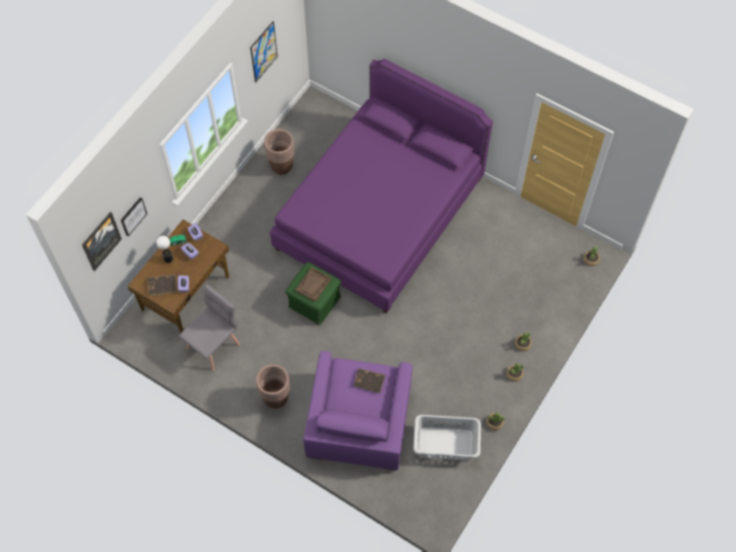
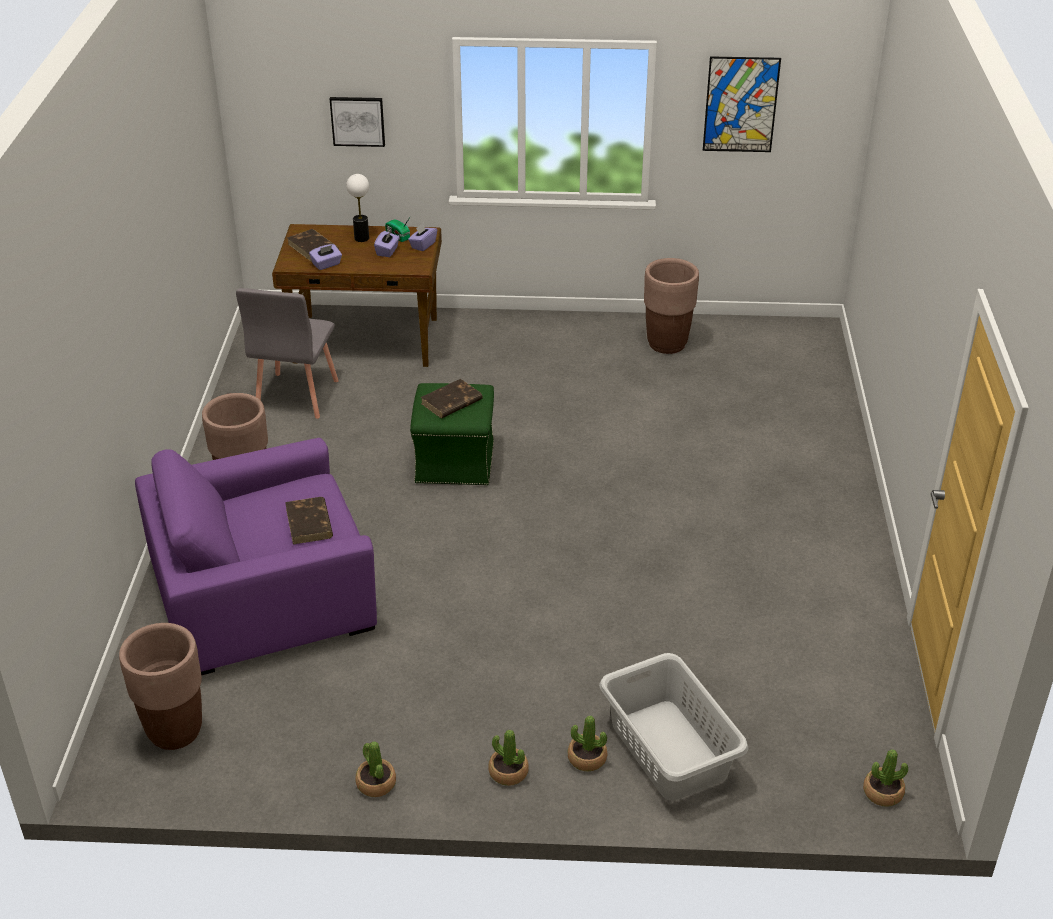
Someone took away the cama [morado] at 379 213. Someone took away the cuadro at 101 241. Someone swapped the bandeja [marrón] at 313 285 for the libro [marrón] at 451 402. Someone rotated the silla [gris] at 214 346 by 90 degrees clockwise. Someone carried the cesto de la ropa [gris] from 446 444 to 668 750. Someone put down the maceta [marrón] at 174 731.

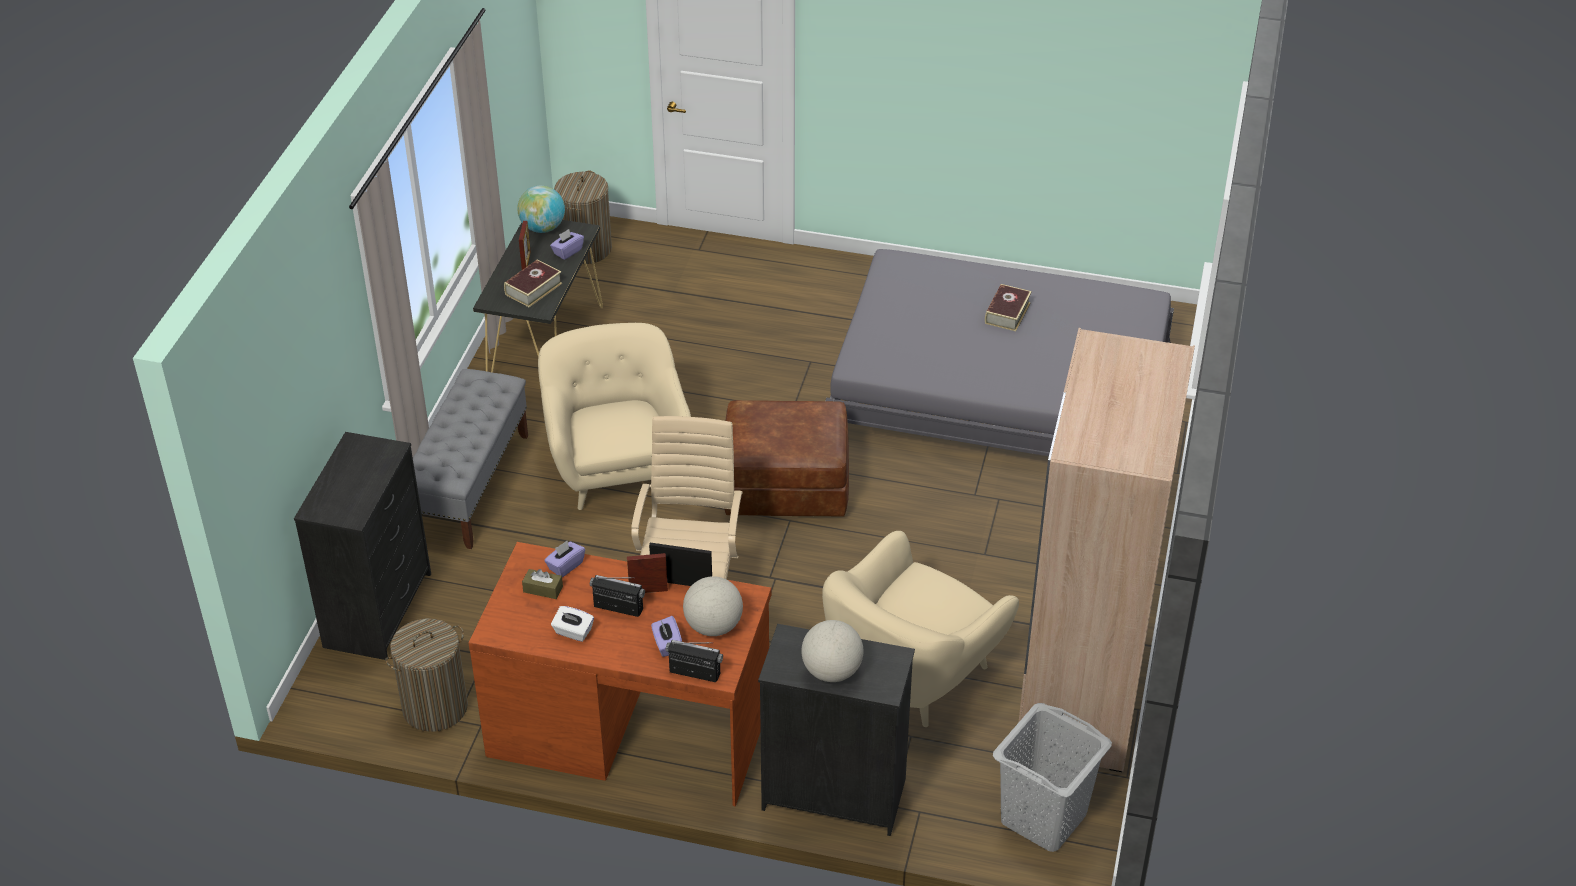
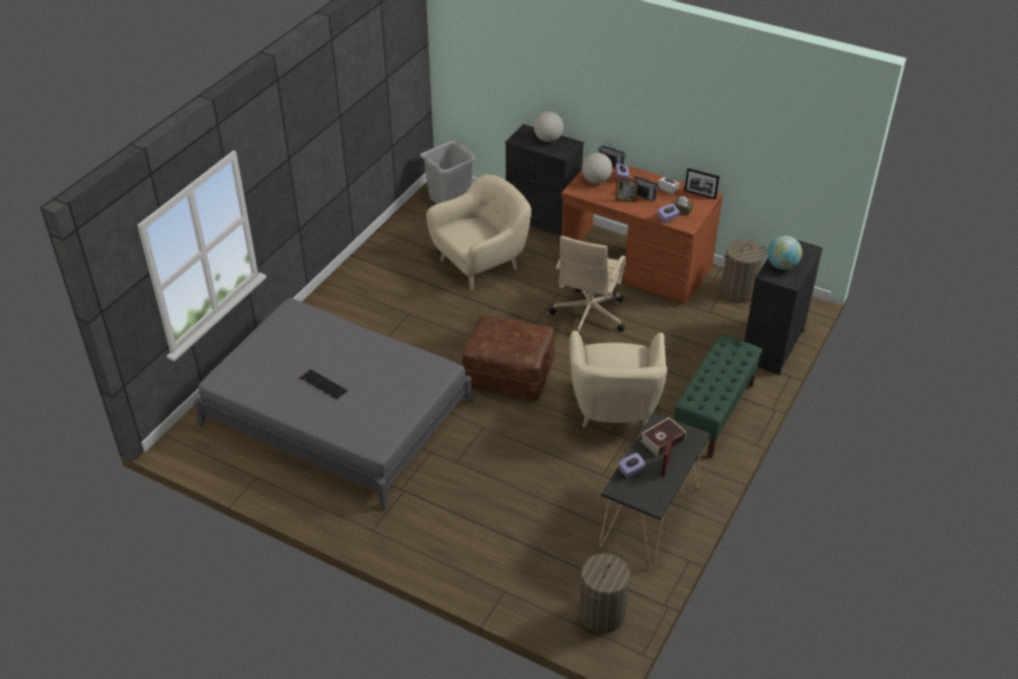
Someone carried the globo terráqueo from 543 228 to 782 265. Someone swapped the libro at 1007 313 for the teclado at 322 384. Someone took away the armario ropero [beis] at 1082 692. Someone repainted the banco [gris] at 471 485, which became the banco [verde] at 713 413. Someone carried the portarretratos from 681 583 to 700 194.

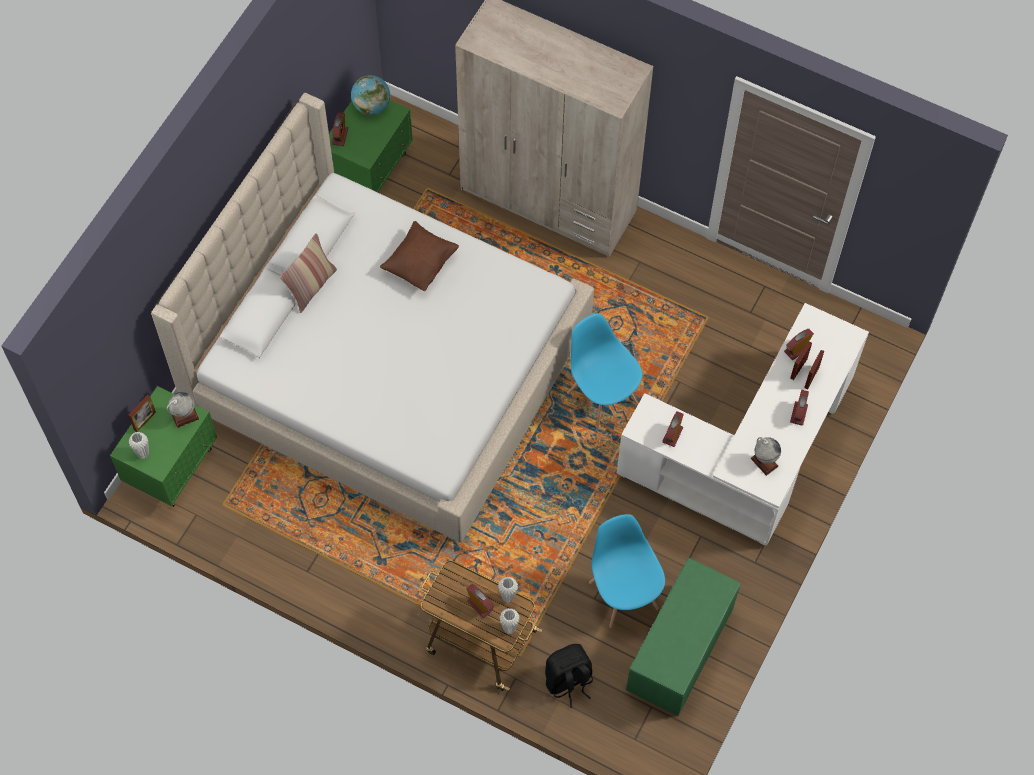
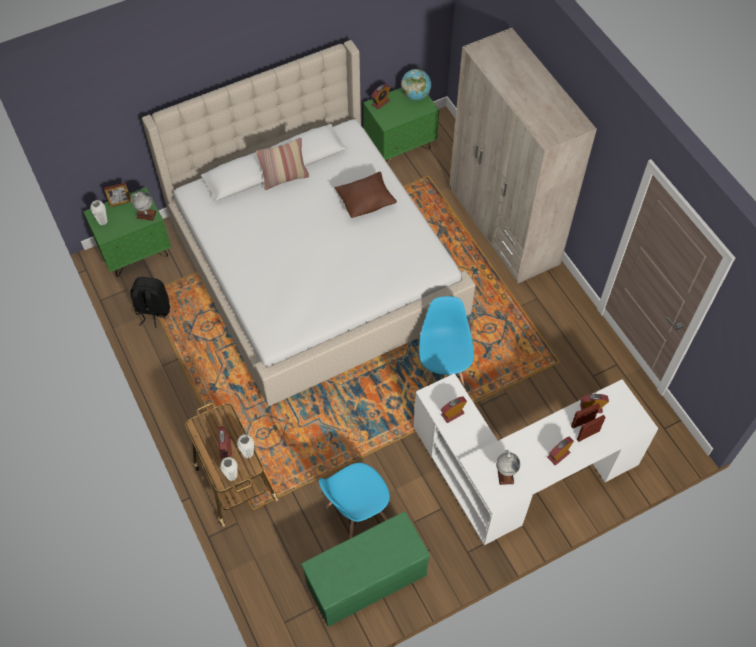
Someone rotated the silla [azul] at 623 594 by 135 degrees counterclockwise. Someone carried the mochila [negro] from 568 681 to 152 311.

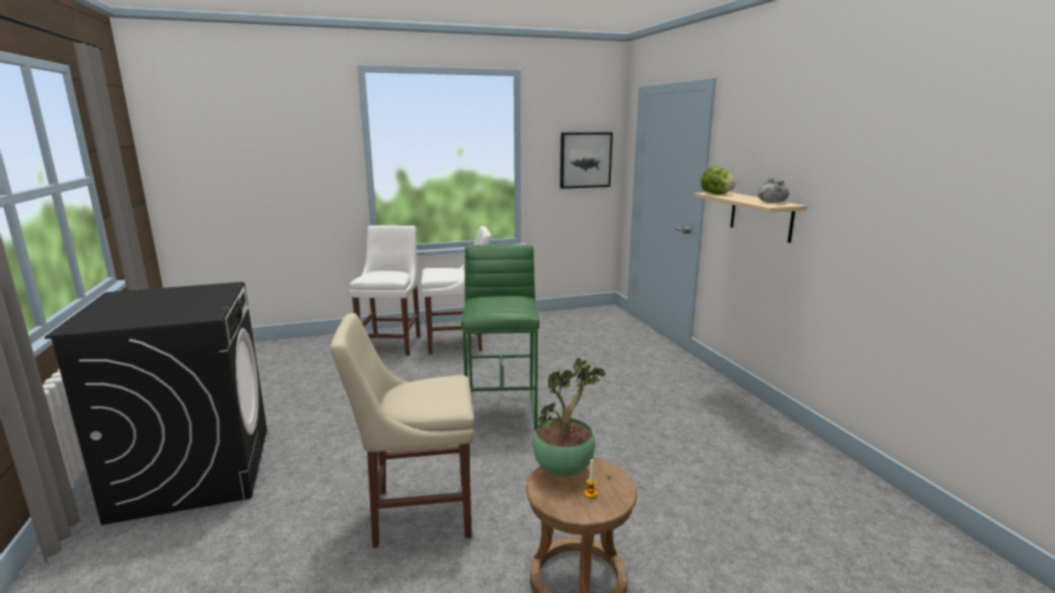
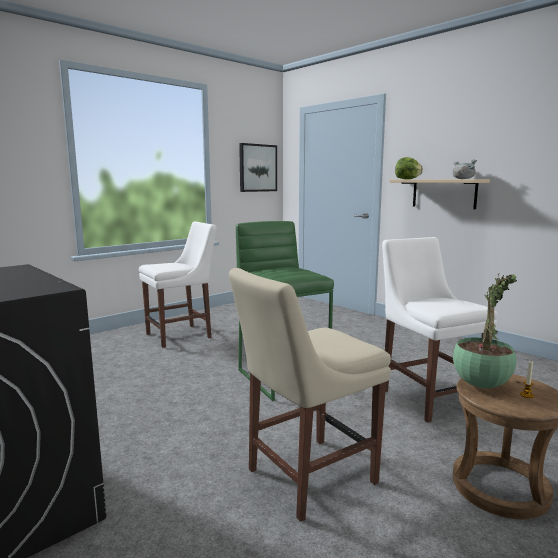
Someone carried the silla [blanco] from 392 343 to 427 397.

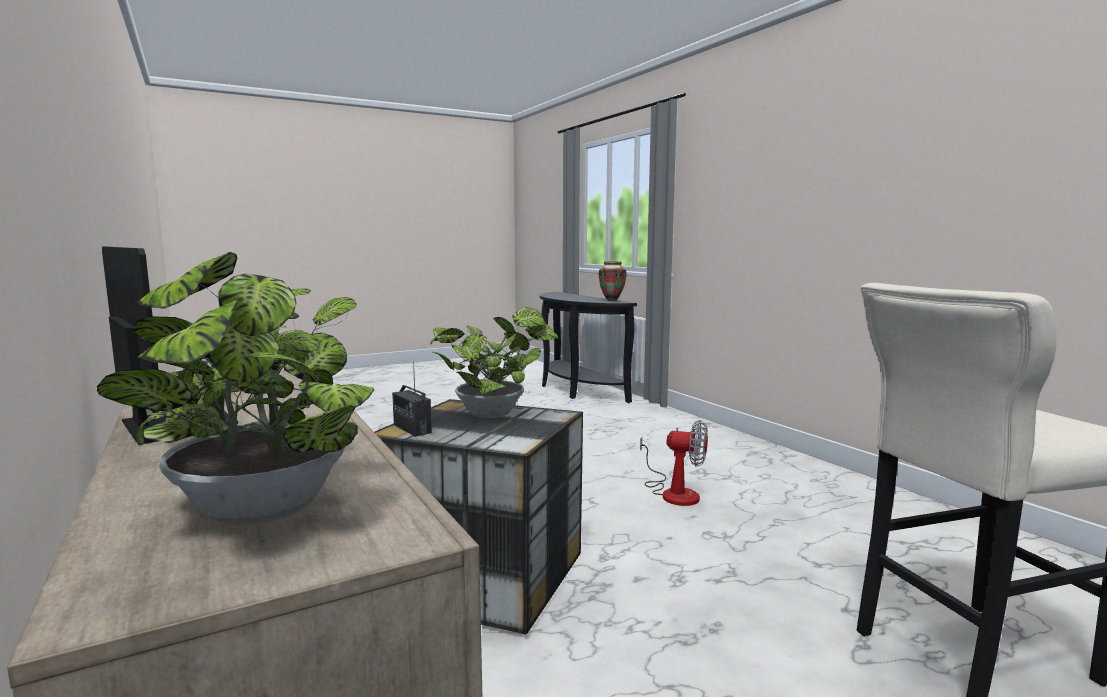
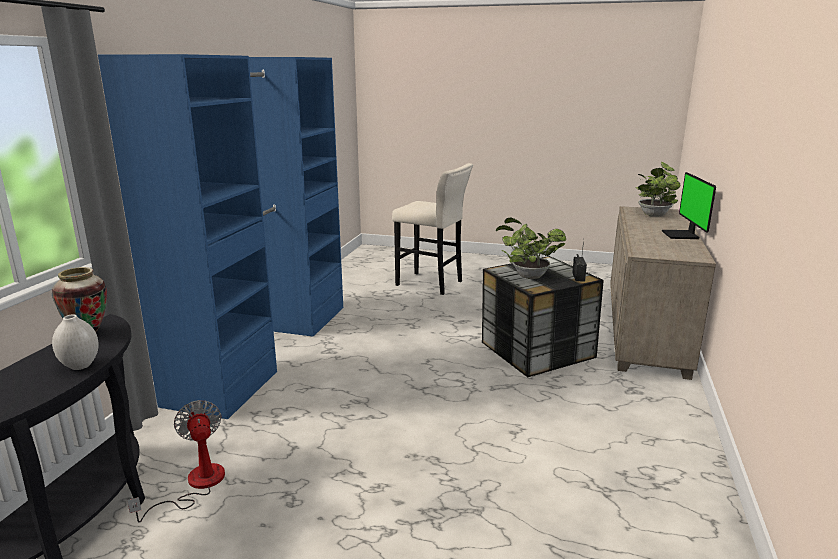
Someone carried the ventilador from 673 492 to 195 485. Someone put down the armario ropero [azul] at 267 348. Someone put down the florero [blanco] at 79 366.

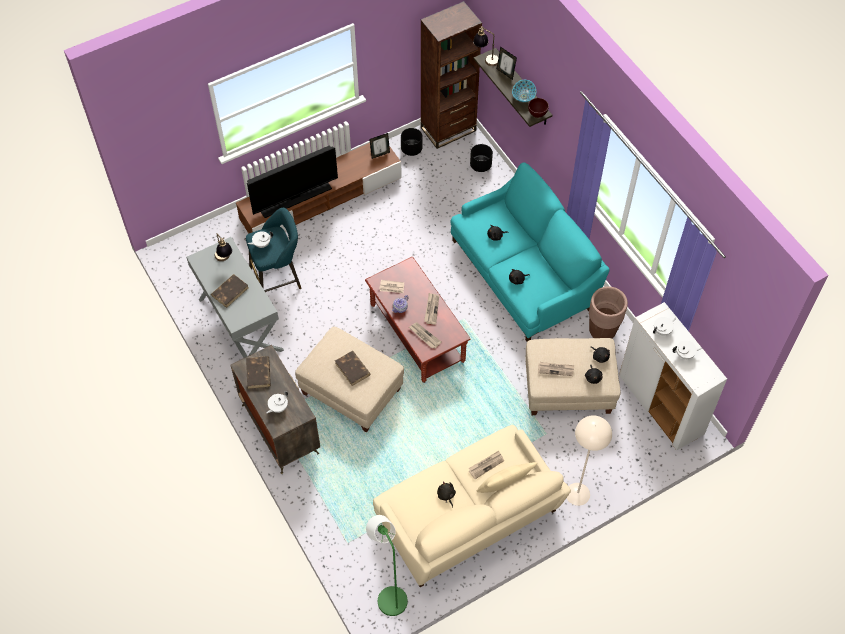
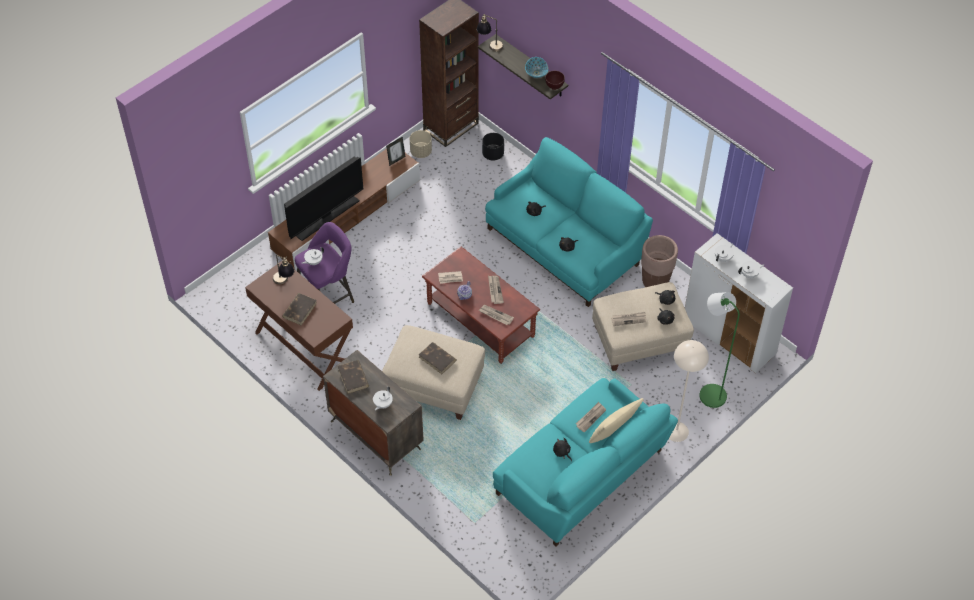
Someone took away the portarretratos at 505 73. Someone repainted the maceta [negro] at 411 149, which became the maceta [beis] at 421 152. Someone repainted the taburete [turquesa] at 278 277, which became the taburete [morado] at 328 296. Someone repainted the escritorio [gris] at 240 324, which became the escritorio [marrón] at 304 348. Someone repainted the sofá [beis] at 468 517, which became the sofá [turquesa] at 581 474. Someone carried the lámpara de pie [verde] from 389 596 to 708 393.

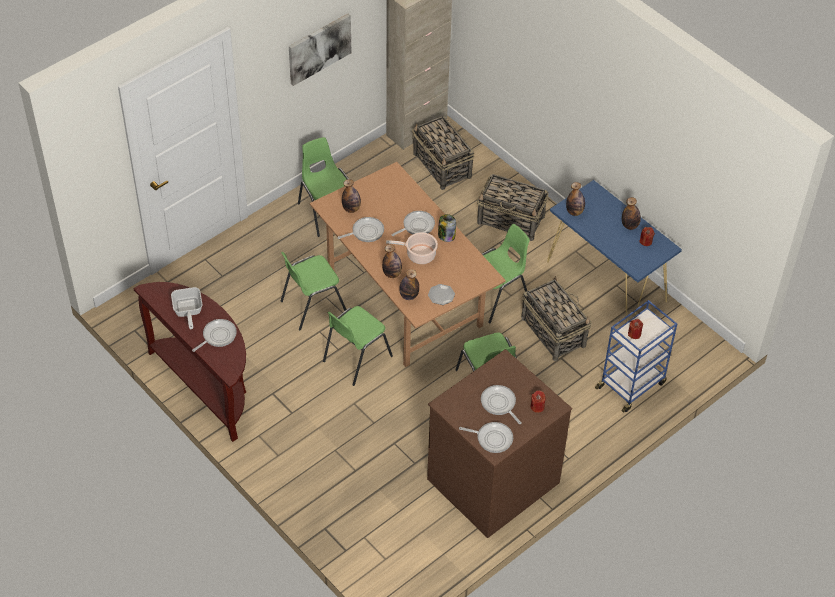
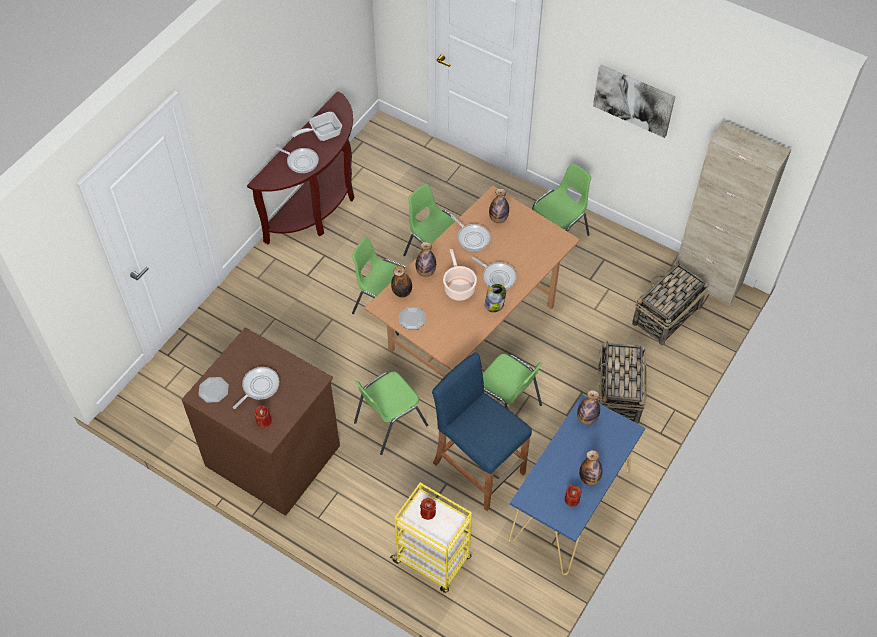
Someone swapped the cesta at 553 331 for the taburete [azul] at 479 468. Someone repainted the carrito [azul] at 631 384, which became the carrito [amarillo] at 433 560. Someone swapped the sartén at 492 438 for the plato at 214 390.

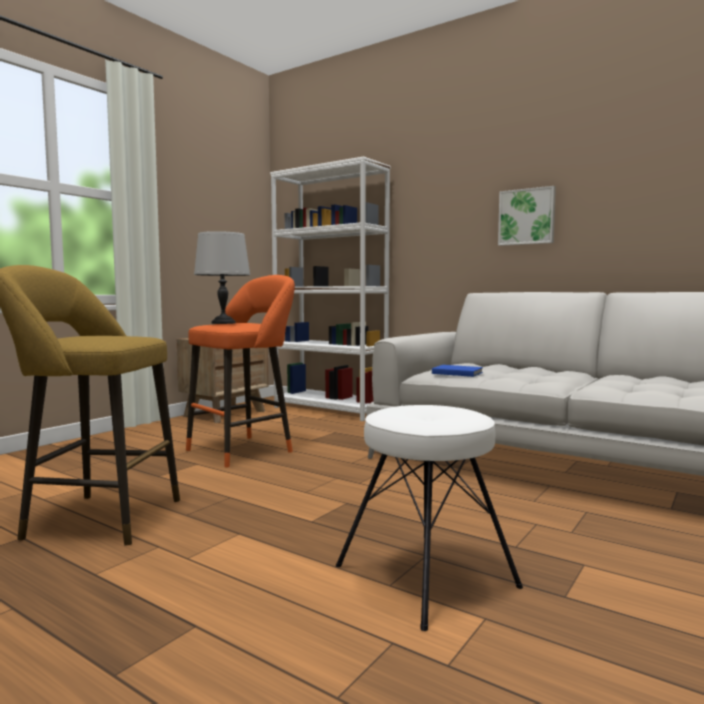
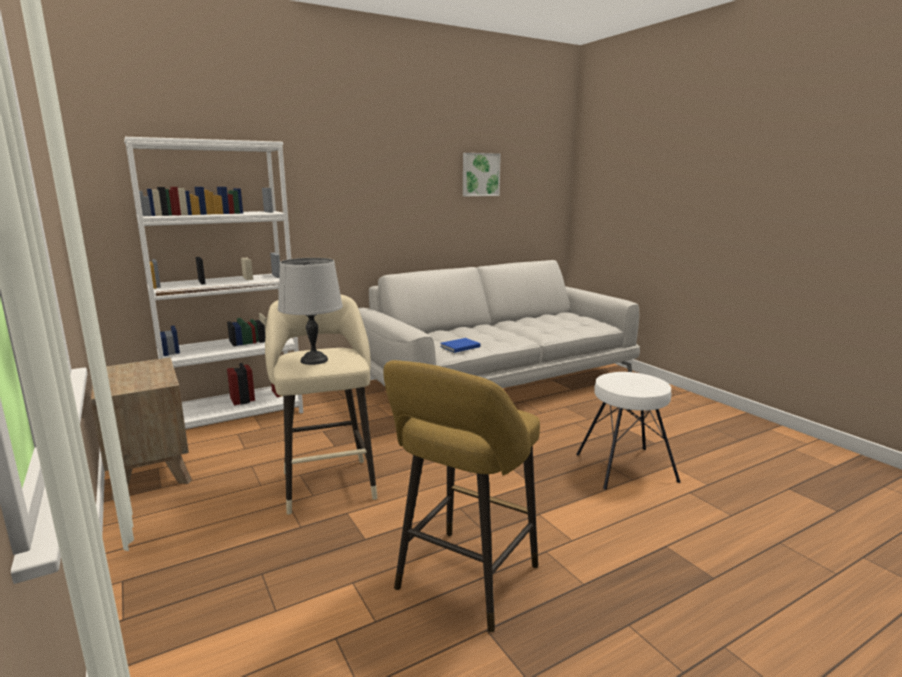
Someone carried the cuadro from 527 217 to 480 174. Someone repainted the taburete [naranja] at 244 450, which became the taburete [beis] at 328 482.

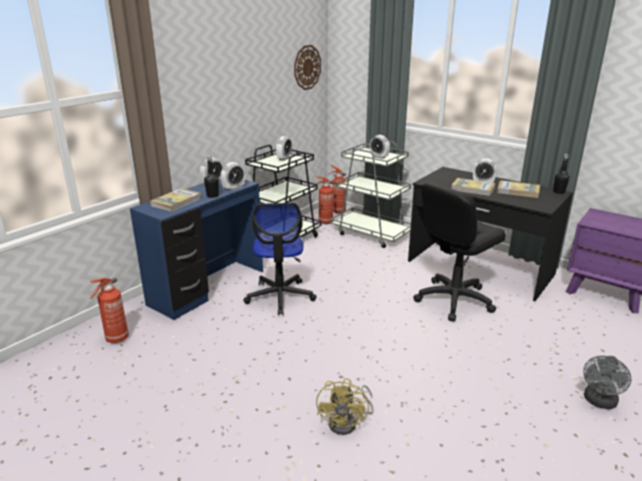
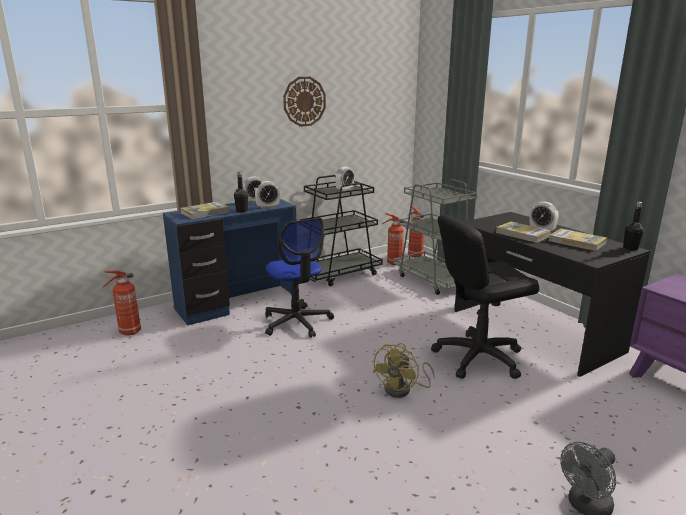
Someone carried the reloj de pared from 307 67 to 304 101. Someone took away the despertador at 379 157. Someone rotated the silla de oficina at 280 297 by 45 degrees counterclockwise. Someone carried the ventilador [amarillo] from 348 422 to 403 390.

